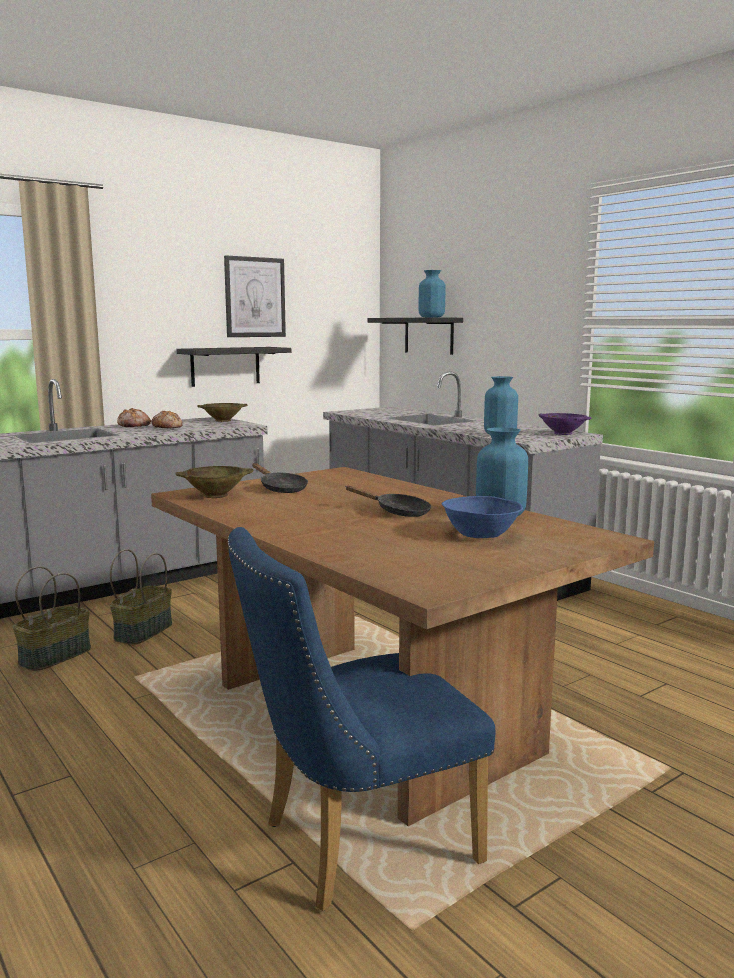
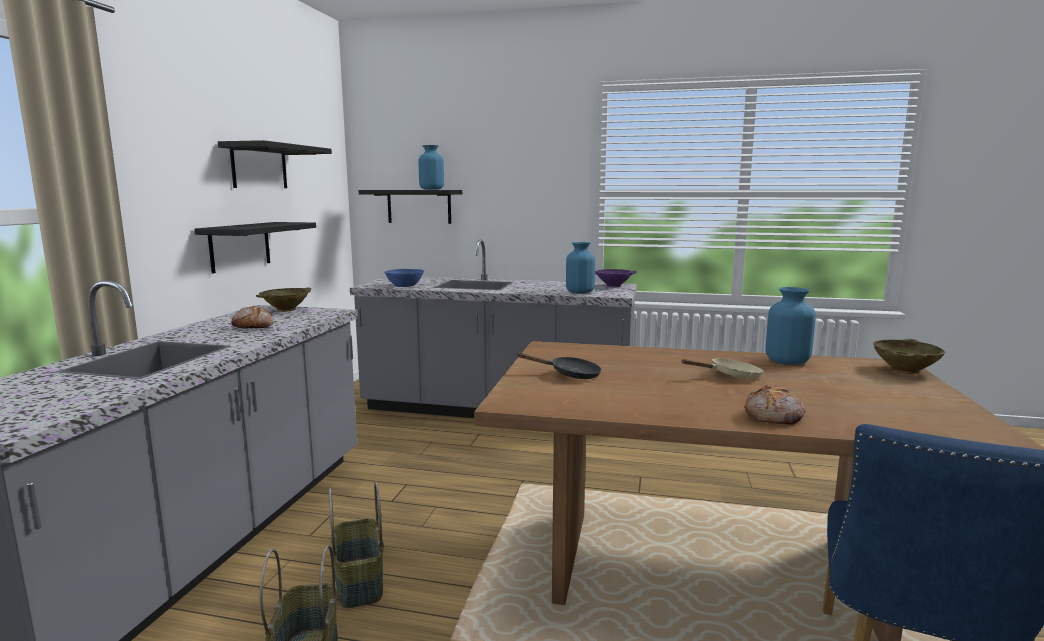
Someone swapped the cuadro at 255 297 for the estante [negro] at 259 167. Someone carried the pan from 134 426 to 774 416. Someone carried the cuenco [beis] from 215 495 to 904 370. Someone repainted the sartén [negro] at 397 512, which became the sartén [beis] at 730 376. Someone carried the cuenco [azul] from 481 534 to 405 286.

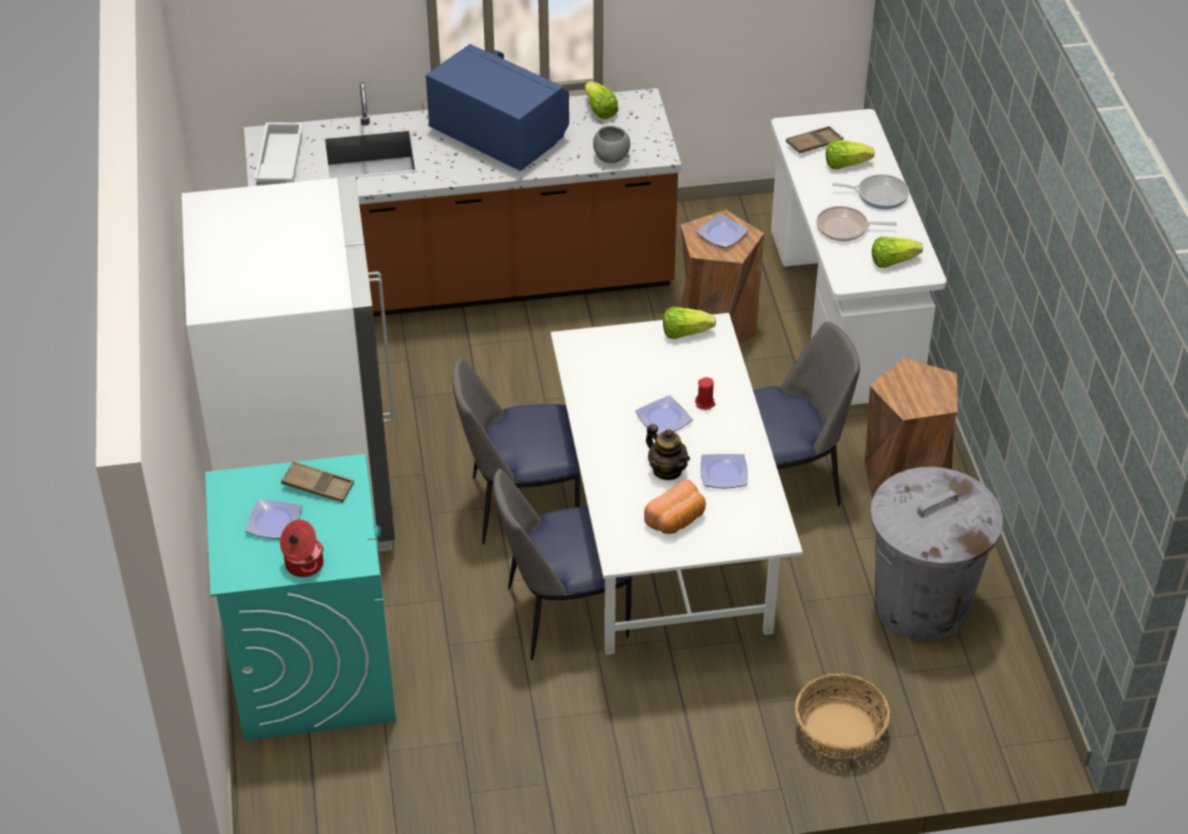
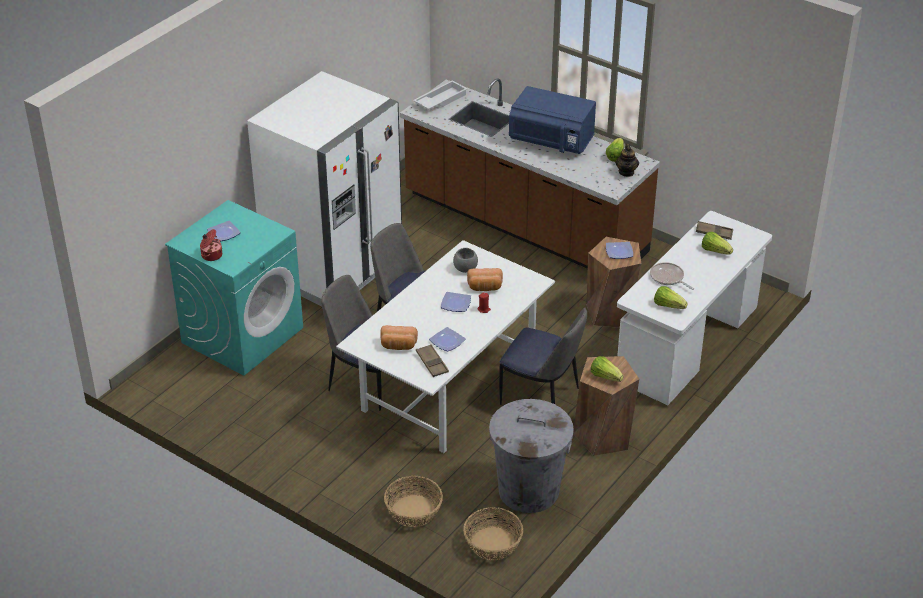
Someone rotated the microondas [azul] at 499 134 by 120 degrees clockwise. Someone carried the cuenco [gris] from 611 158 to 465 269. Someone took away the sartén at 879 195. Someone carried the lechuga from 685 332 to 605 376. Someone carried the tetera from 667 470 to 626 172. Someone carried the bandeja [marrón] from 318 486 to 432 363. Someone put down the pan at 485 287. Someone put down the cesta at 493 544.

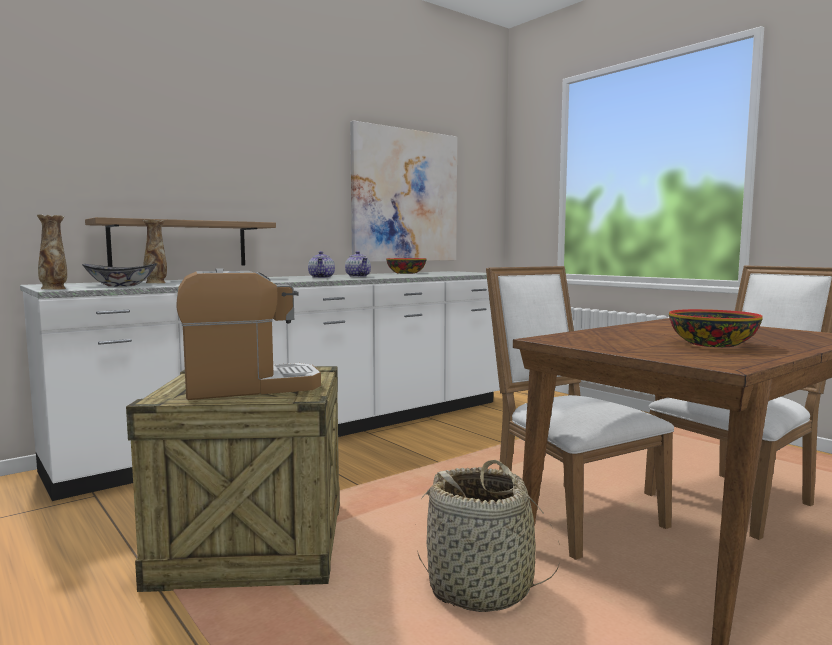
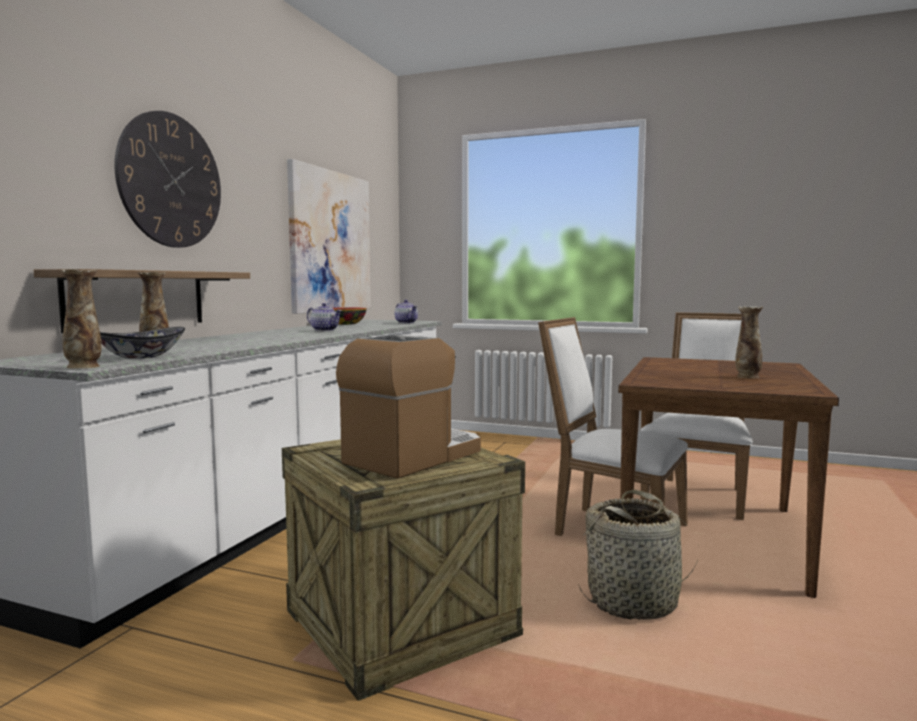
Someone carried the tetera from 322 277 to 406 322. Someone swapped the cuenco at 711 344 for the florero at 747 377. Someone put up the reloj de pared at 171 181.

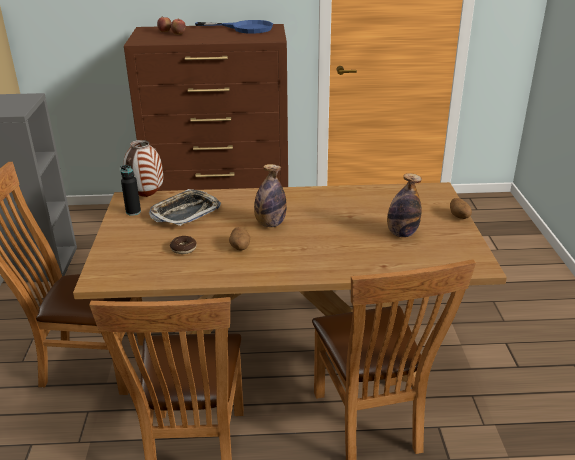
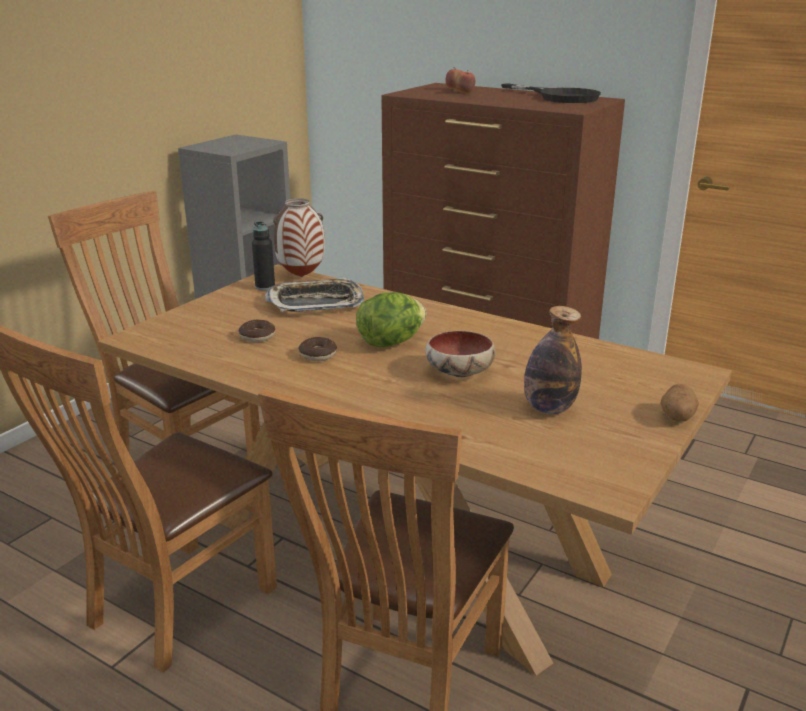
Someone repainted the sartén [azul] at 245 28, which became the sartén [negro] at 560 97. Someone swapped the botella at 270 224 for the lechuga at 391 342. Someone swapped the patata at 240 247 for the rosquilla at 318 355. Someone put down the cuenco at 458 373.

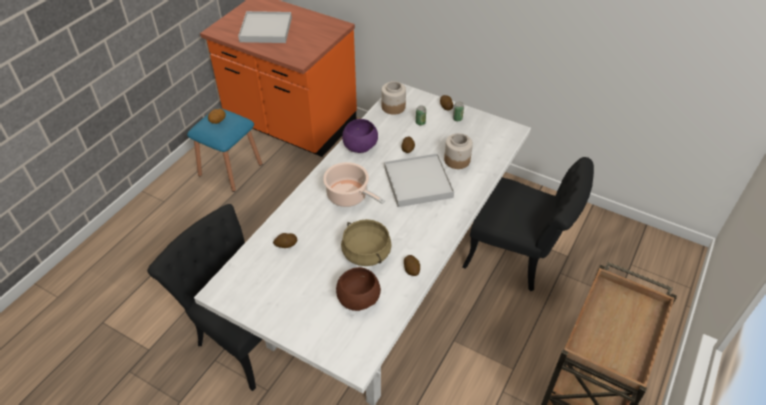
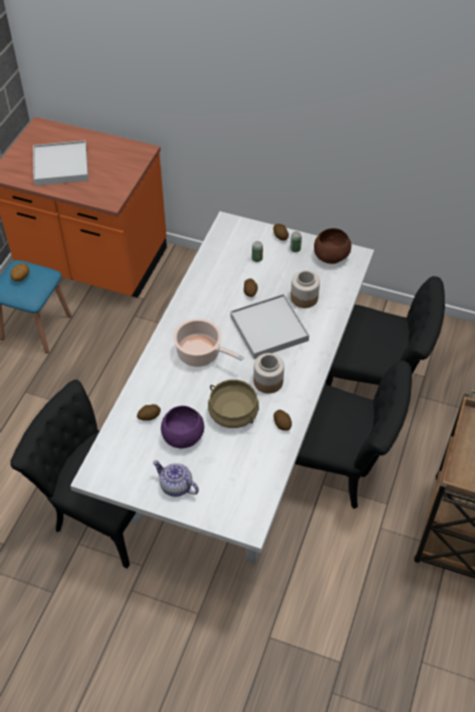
Someone carried the tarro from 393 107 to 267 381. Someone carried the cuenco [morado] from 359 146 to 182 436. Someone carried the cuenco [marrón] from 358 299 to 330 256. Someone put down the silla [negro] at 338 468. Someone put down the tetera at 175 486.

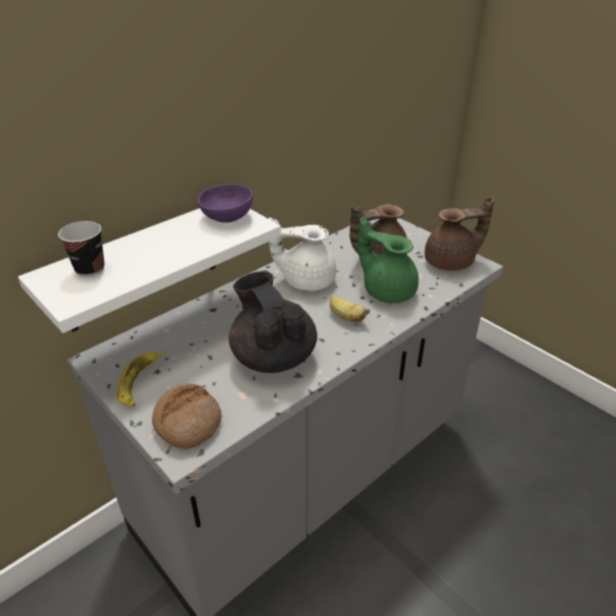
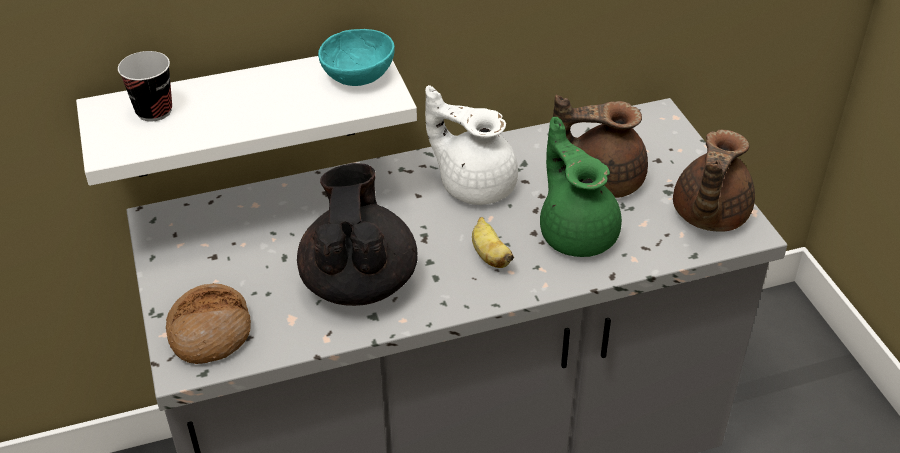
Someone repainted the cuenco [morado] at 226 217, which became the cuenco [turquesa] at 356 76. Someone rotated the tetera [marrón] at 451 262 by 105 degrees clockwise. Someone took away the plátano at 140 382.

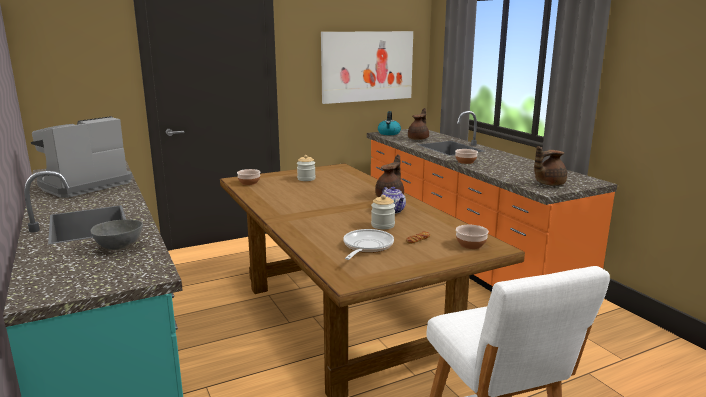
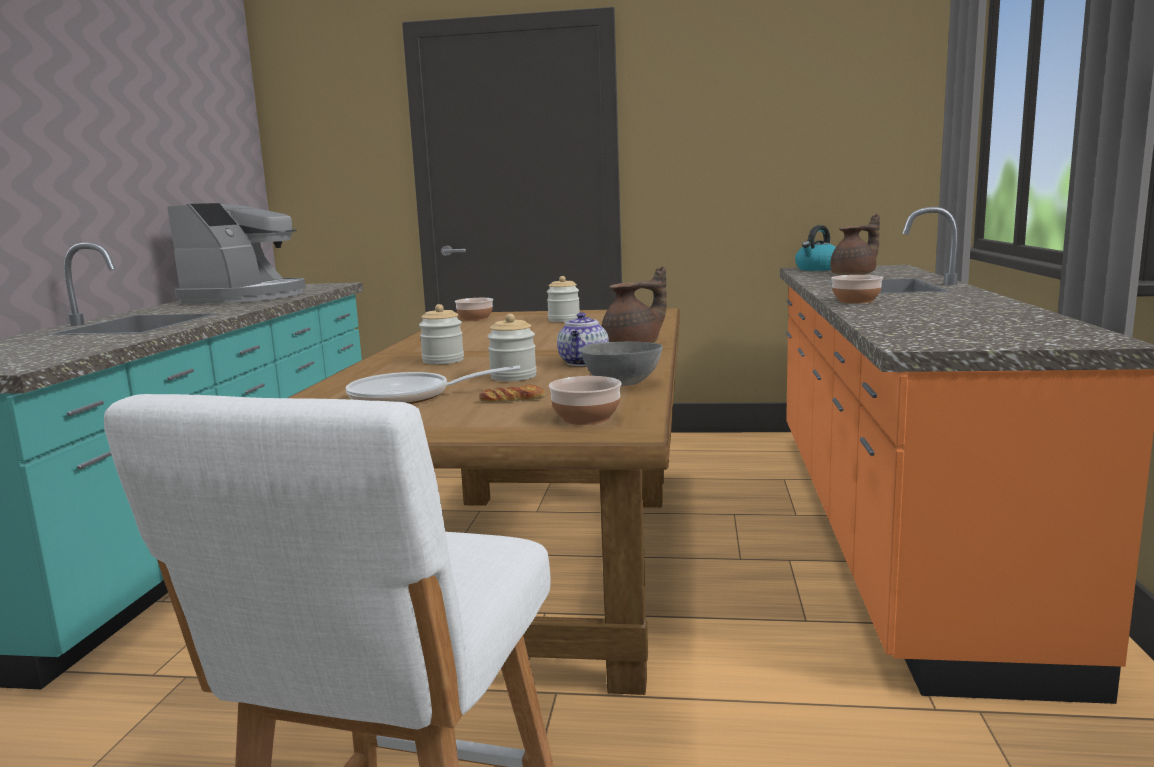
Someone took away the cuadro at 367 66. Someone rotated the cafetera at 83 185 by 120 degrees clockwise. Someone took away the tetera [marrón] at 548 183. Someone carried the cuenco [gris] from 120 247 to 622 384. Someone rotated the sartén at 366 247 by 150 degrees counterclockwise. Someone put down the tarro at 443 360.

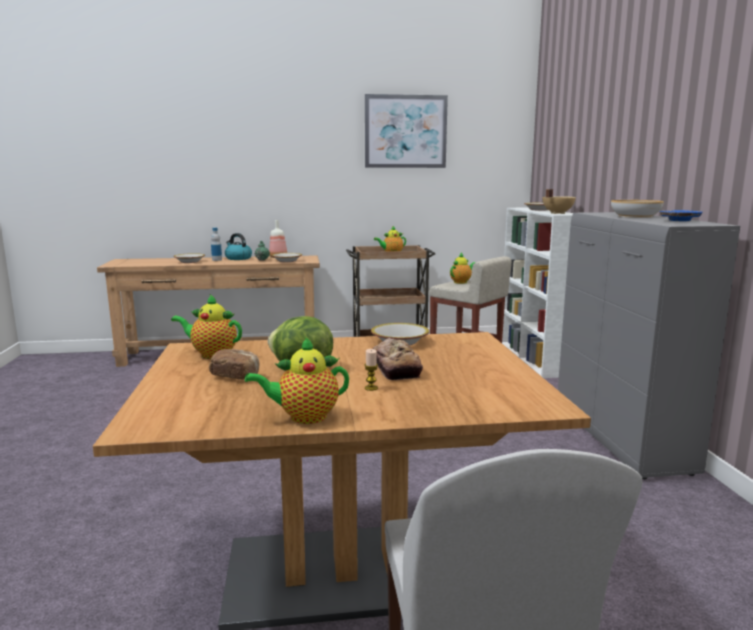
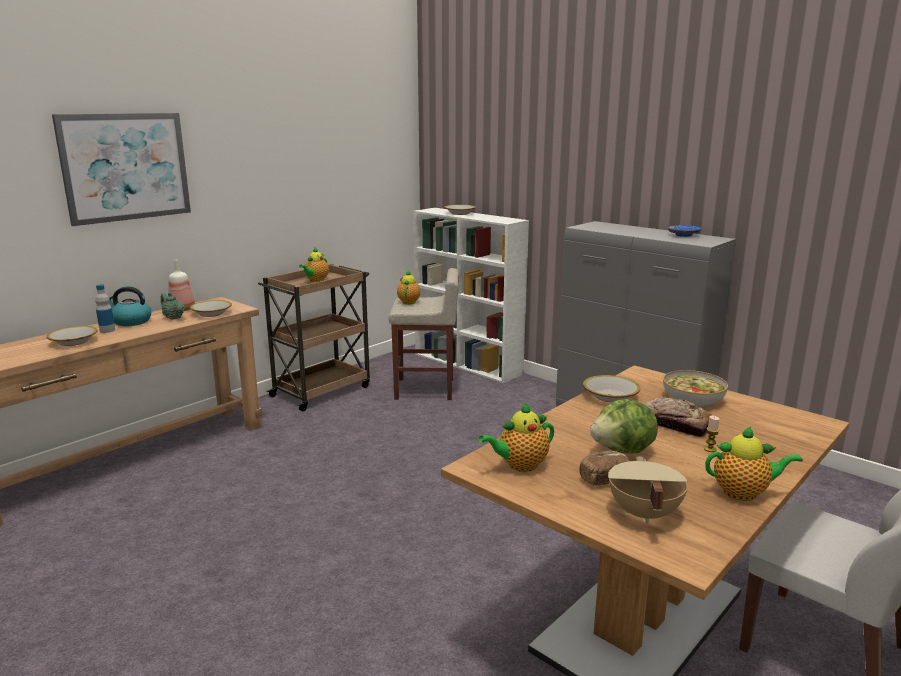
Someone carried the cuadro from 405 131 to 126 167. Someone carried the olla [beis] from 557 213 to 642 513. Someone carried the cuenco from 635 216 to 692 399. Someone rotated the tetera at 304 417 by 120 degrees counterclockwise.

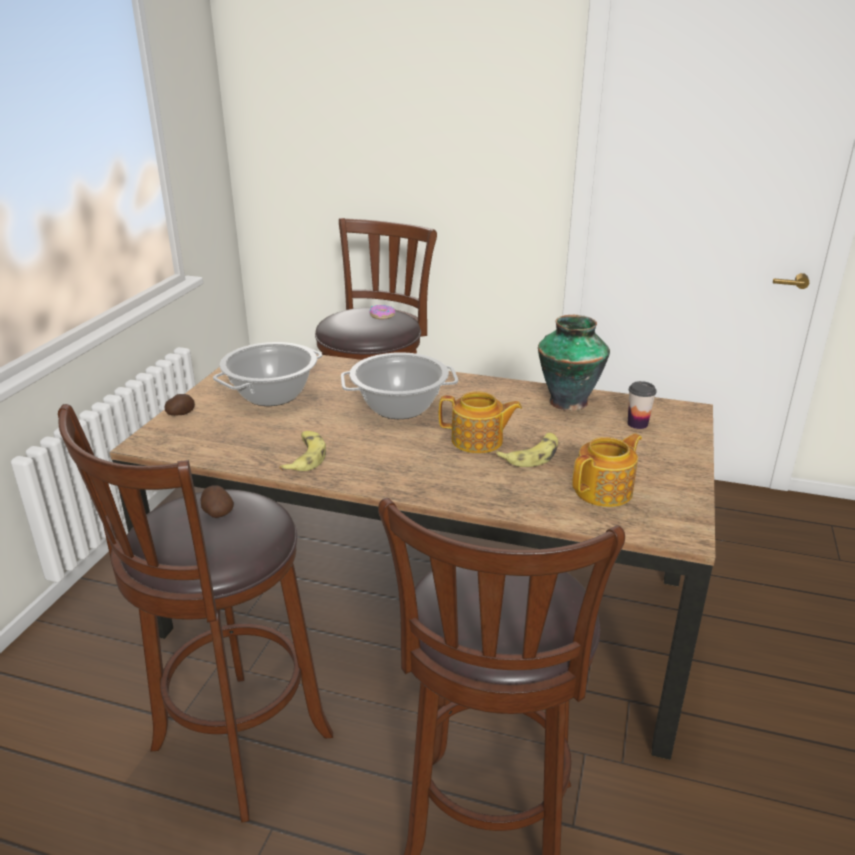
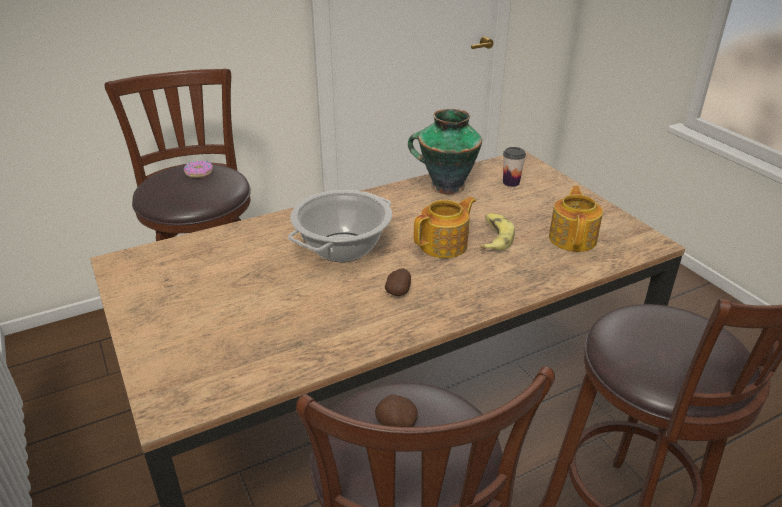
Someone took away the olla at 272 395. Someone carried the patata from 181 414 to 399 291. Someone took away the plátano at 305 457.

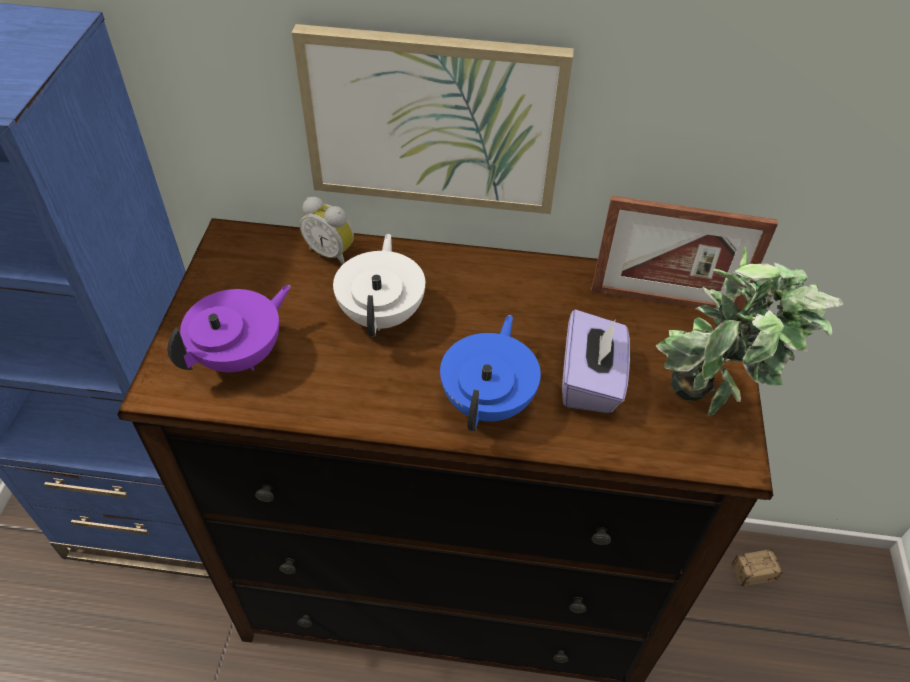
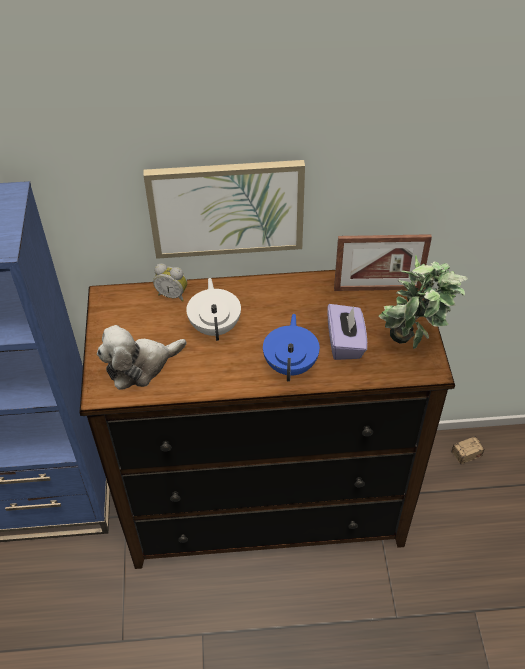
Someone swapped the tetera [morado] at 241 355 for the peluche at 140 366.

